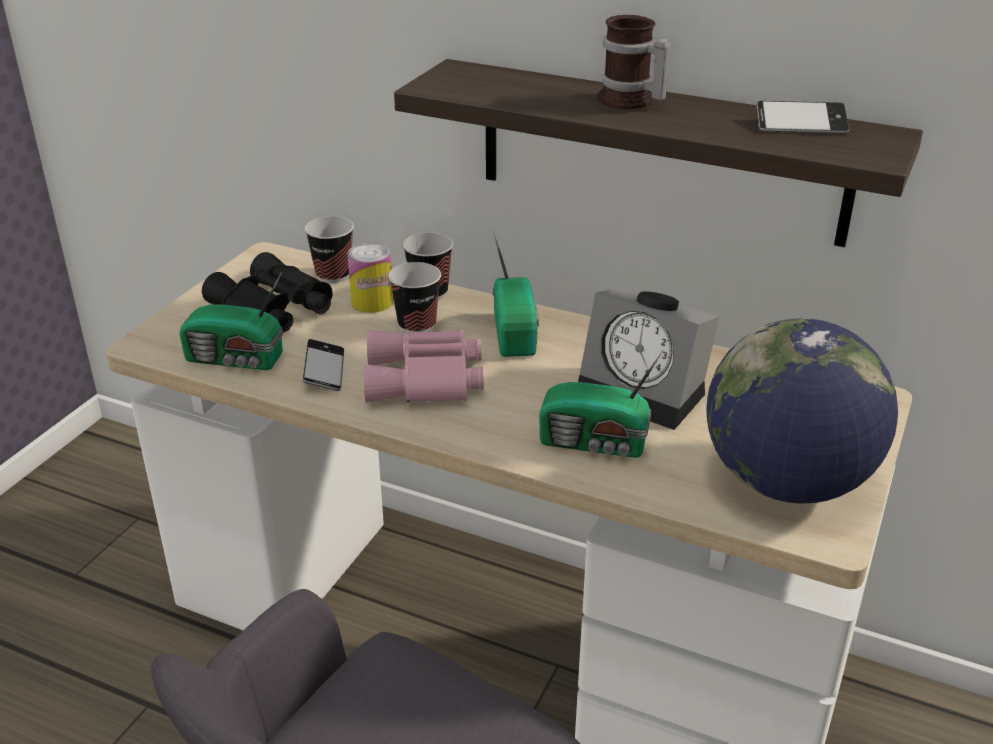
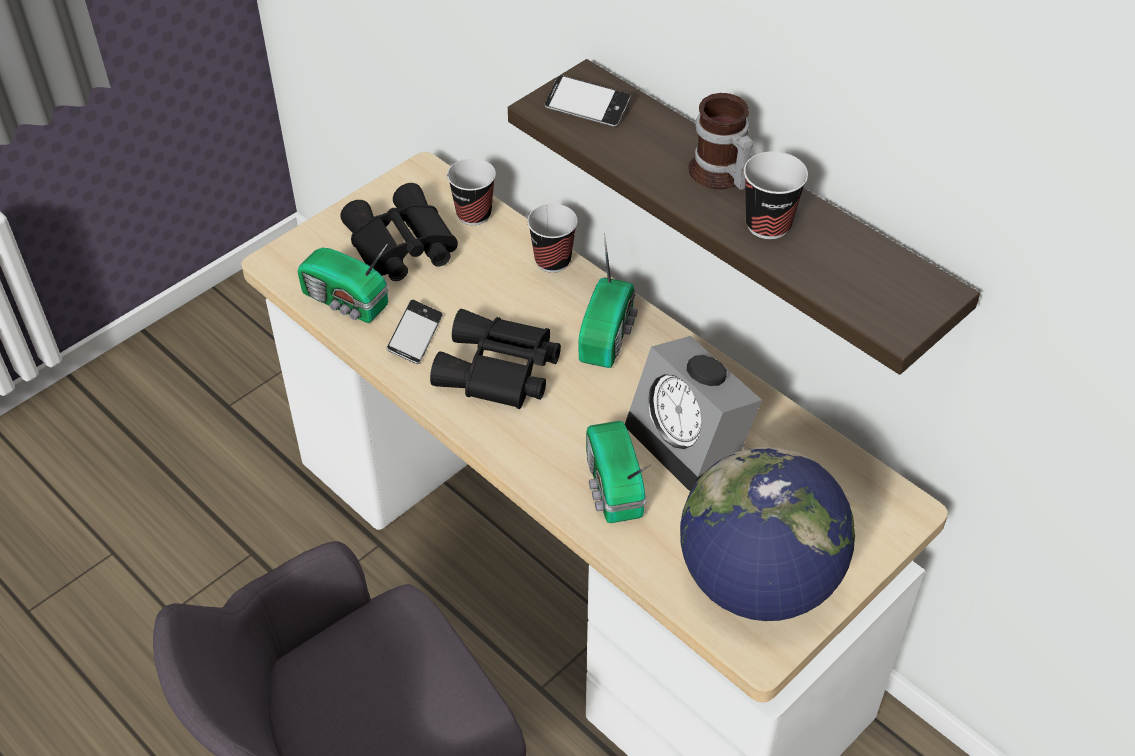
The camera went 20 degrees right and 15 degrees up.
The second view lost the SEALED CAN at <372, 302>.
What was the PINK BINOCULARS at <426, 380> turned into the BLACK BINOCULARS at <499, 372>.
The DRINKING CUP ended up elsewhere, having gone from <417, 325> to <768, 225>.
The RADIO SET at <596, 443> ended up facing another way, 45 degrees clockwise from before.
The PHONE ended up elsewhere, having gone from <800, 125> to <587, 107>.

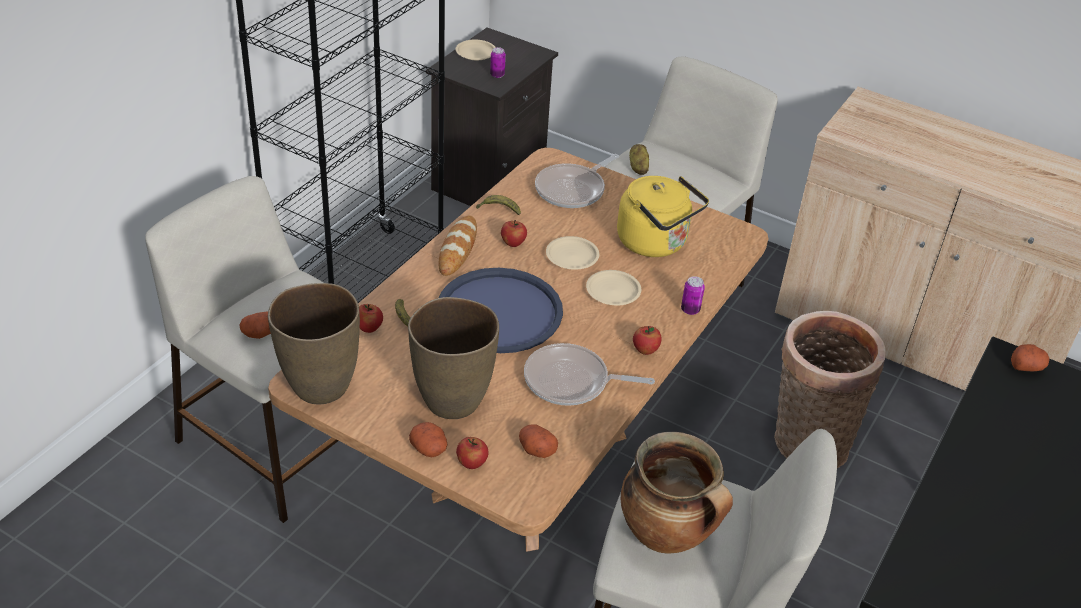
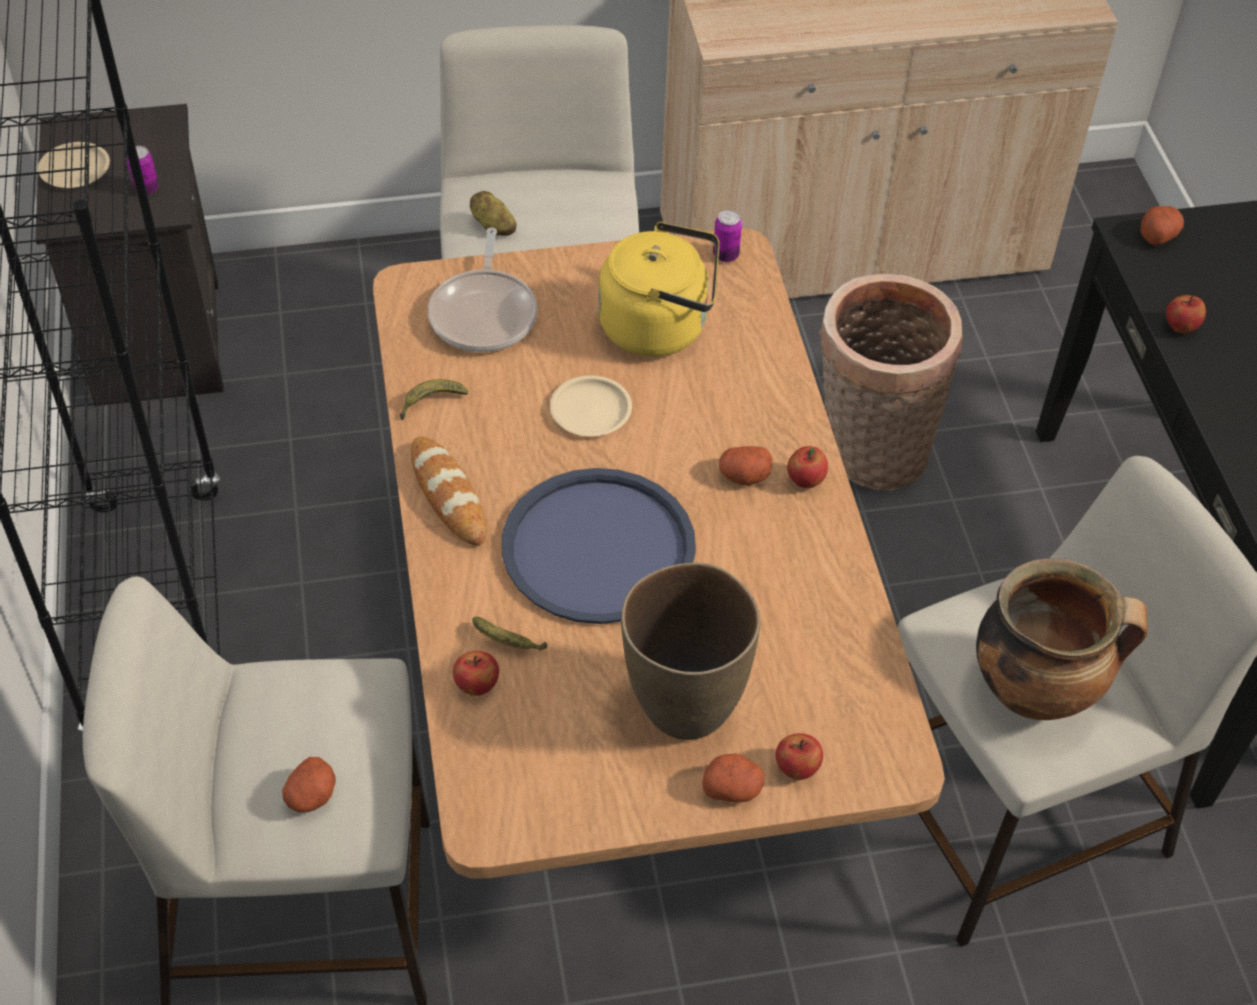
The camera went 40 degrees left and 10 degrees up.
The second view lost the BROWN VASE at <319, 386>.
The APPLE ended up elsewhere, having gone from <513, 243> to <1180, 327>.
The SPUD ended up elsewhere, having gone from <536, 449> to <744, 476>.
The second view lost the SKILLET at <571, 382>.
The second view lost the SAND-COLOURED PLATE at <612, 291>.
The SEALED CAN ended up elsewhere, having gone from <690, 310> to <725, 255>.

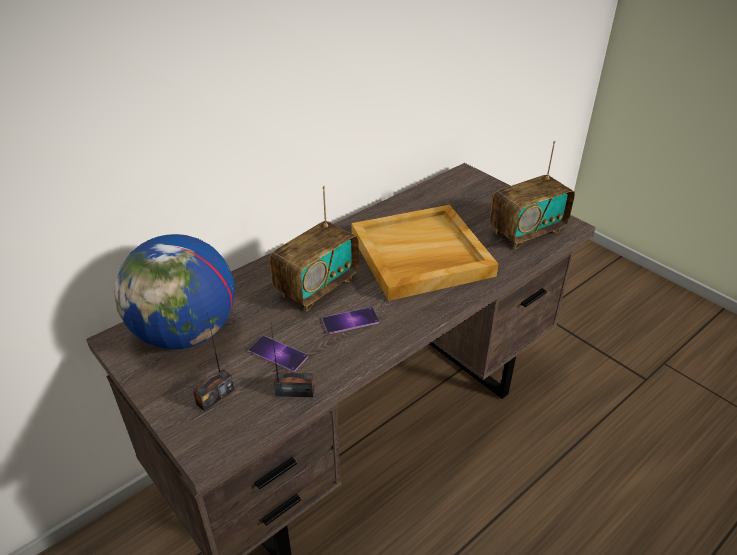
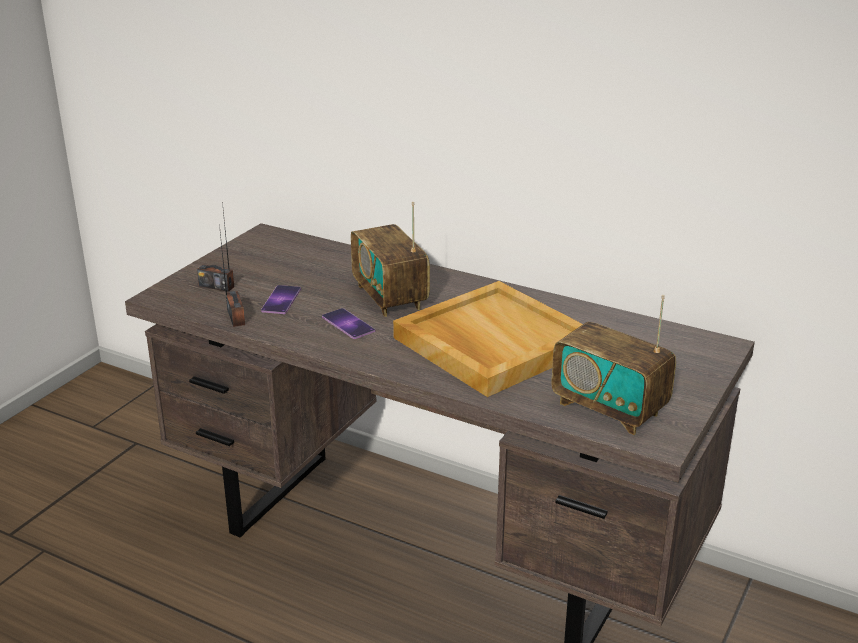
The camera went 70 degrees right and 10 degrees down.
The second view lost the DESK GLOBE at <186, 333>.
The RADIO SET at <317, 287> ended up facing another way, 45 degrees clockwise from before.

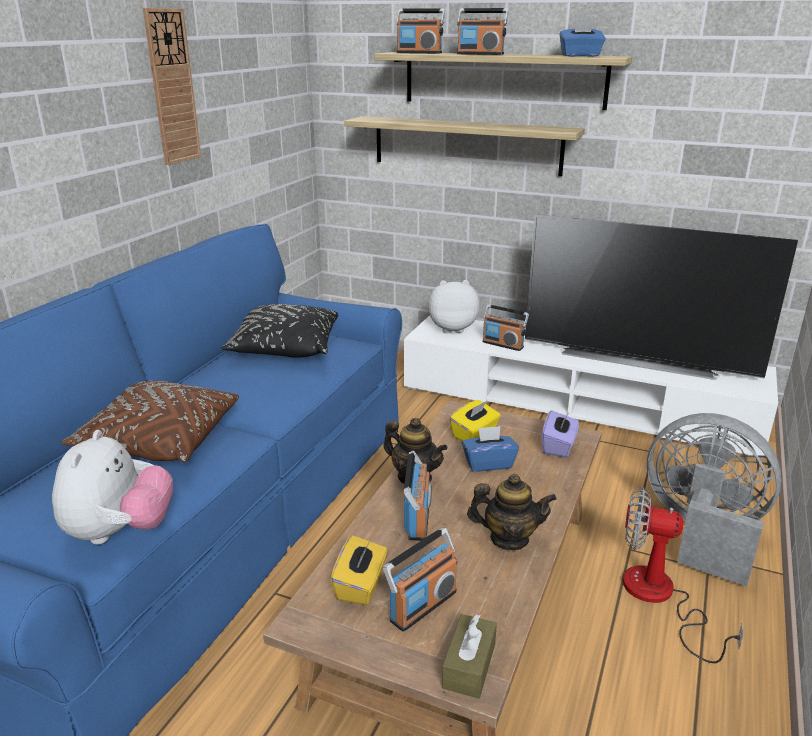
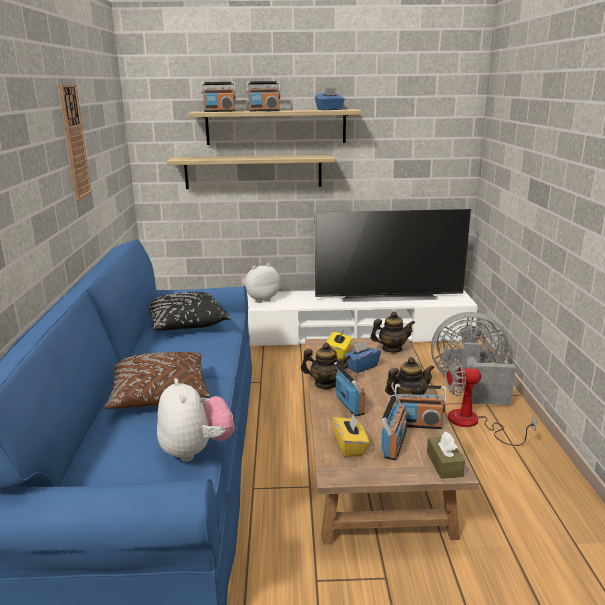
The camera went 25 degrees left and 5 degrees down.
The RADIO SET ended up elsewhere, having gone from <503, 344> to <418, 424>.
Where the PURPLE BOX OF TISSUES stood at <559, 446>, the POT FOR TEA came to stand at <391, 349>.

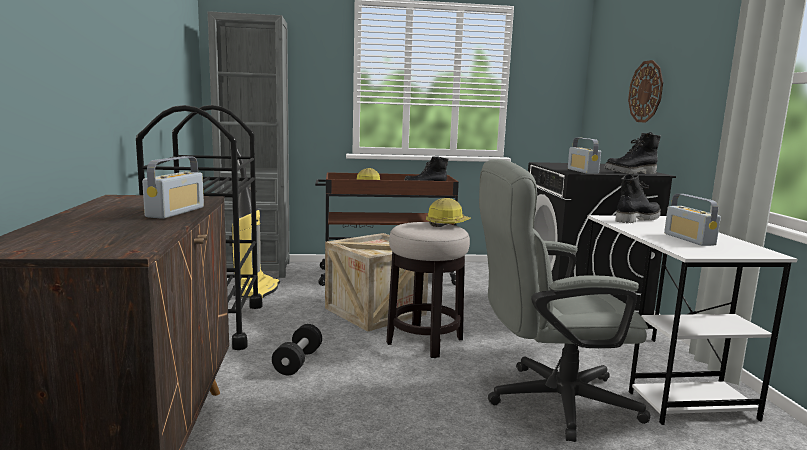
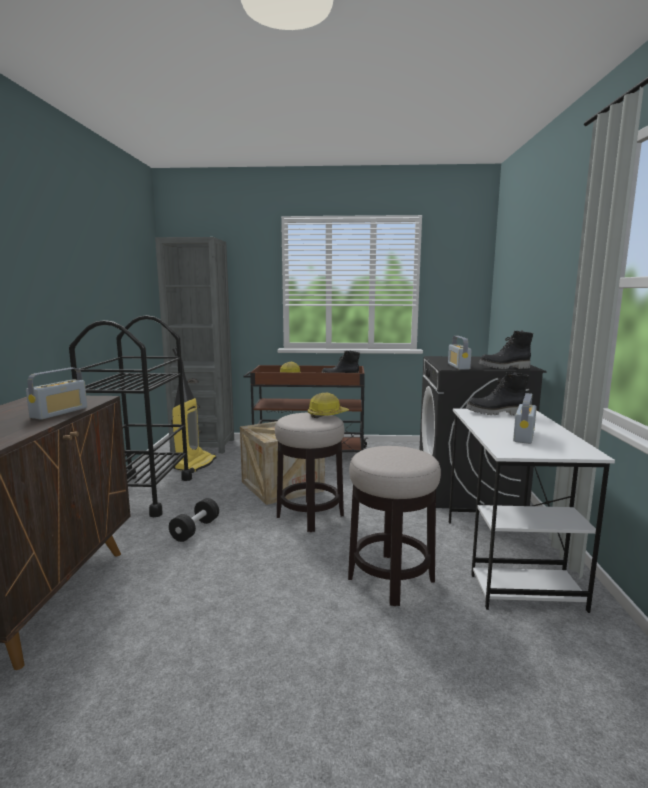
The camera went 10 degrees right and 0 degrees up.
Where the GREY OFFICE CHAIR stood at <548, 401>, the STOOL came to stand at <390, 579>.
The BLACK BOOT at <636, 219> ended up facing another way, 150 degrees counterclockwise from before.
The second view lost the HANGING CLOCK at <646, 91>.
The RADIO SET at <689, 239> ended up facing another way, 150 degrees counterclockwise from before.

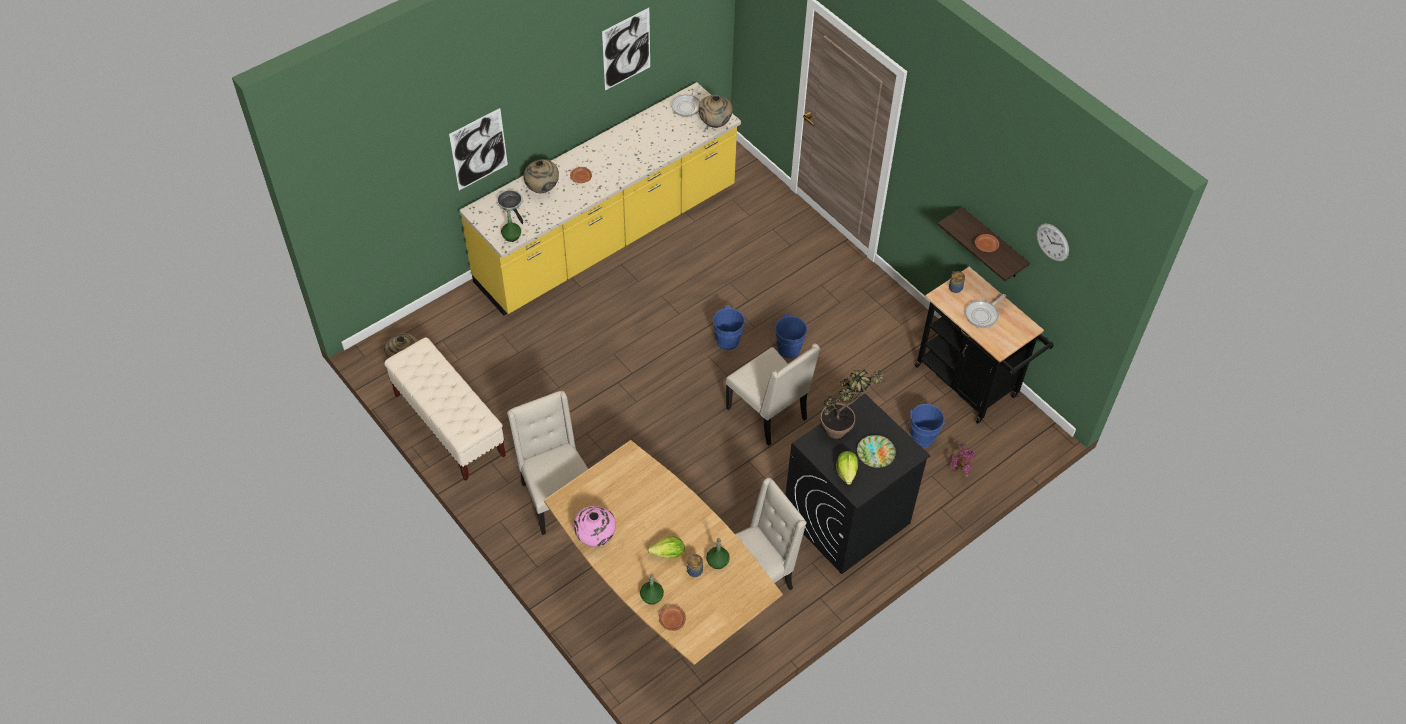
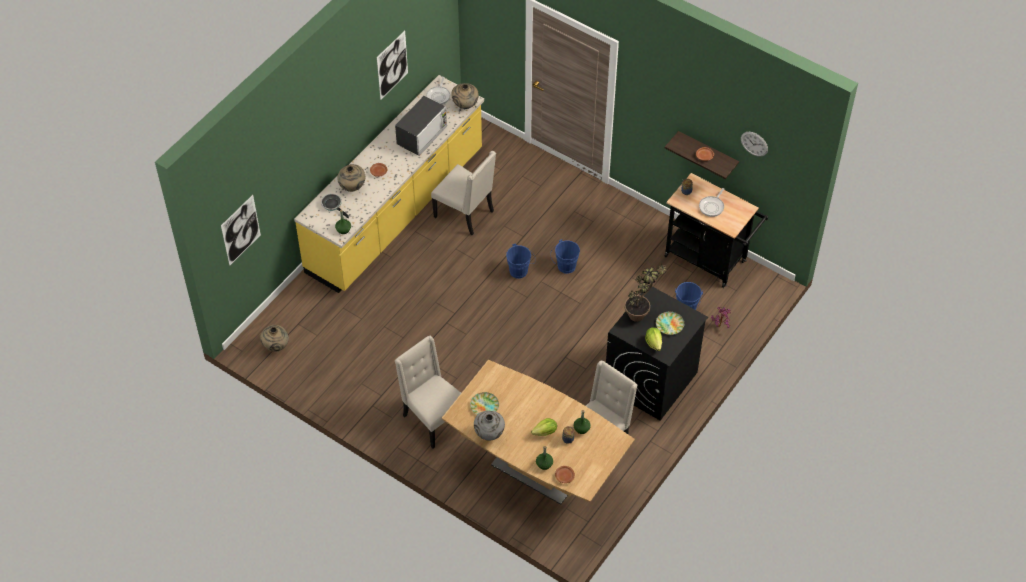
The camera went 15 degrees left and 0 degrees up.
The second view lost the SAND-COLOURED LONG SEAT at <449, 425>.
The PICTURE ended up elsewhere, having gone from <479, 149> to <241, 230>.
What was the PINK VASE at <596, 537> turned into the GREY VASE at <489, 434>.
The SAND-COLOURED UPRIGHT CHAIR ended up elsewhere, having gone from <769, 414> to <465, 214>.
The second view gained the KITCHEN MICROWAVE at <422, 135>.
The second view gained the PLATE at <484, 405>.

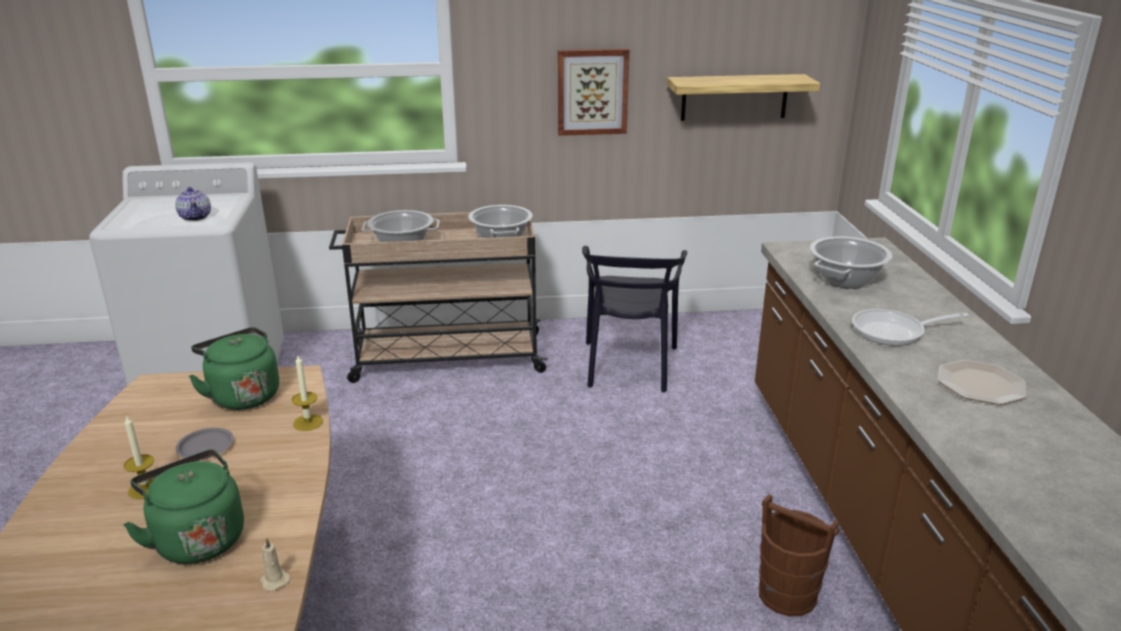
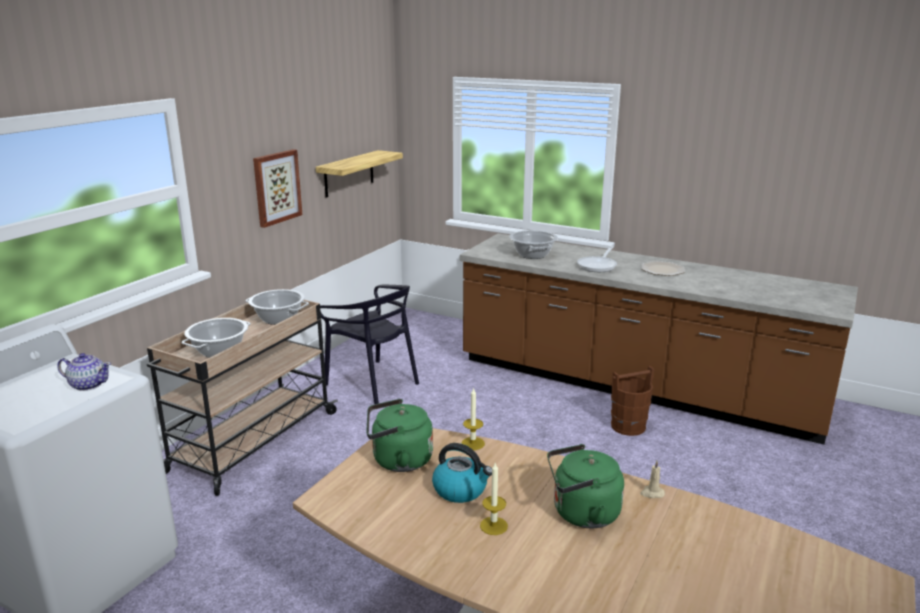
The camera went 55 degrees left and 5 degrees down.
Where the GREY PLATE stood at <206, 447>, the TEA KETTLE came to stand at <461, 490>.

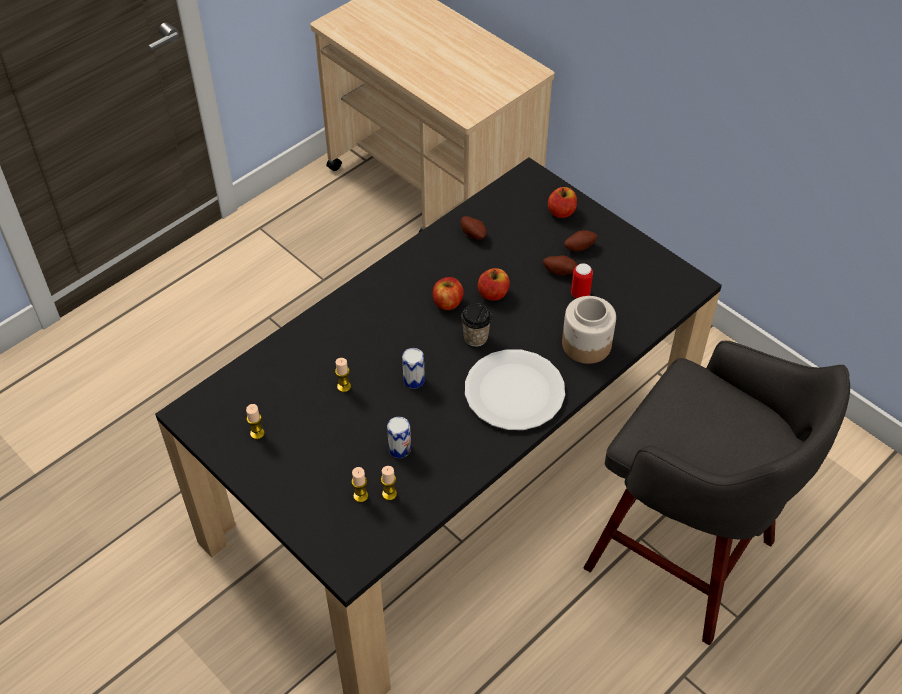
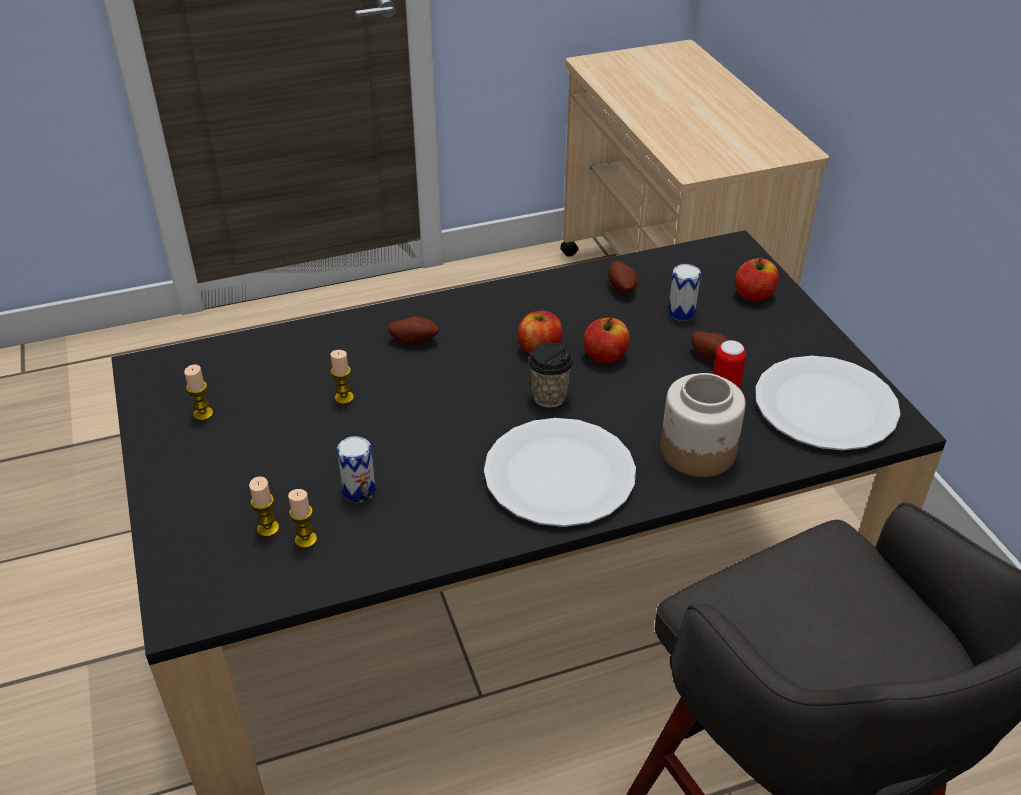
The camera went 25 degrees right and 10 degrees down.
The SEALED CAN ended up elsewhere, having gone from <414, 380> to <681, 313>.
The SPUD ended up elsewhere, having gone from <579, 246> to <414, 340>.
The second view gained the WHITISH PLATE at <825, 405>.

